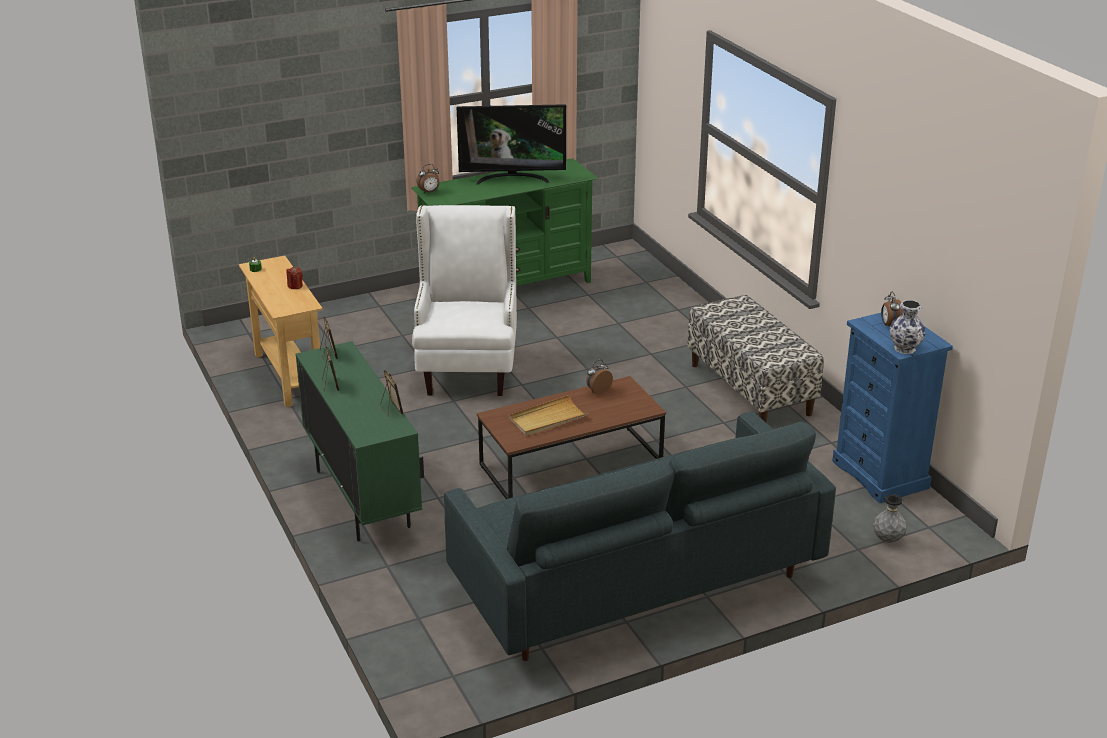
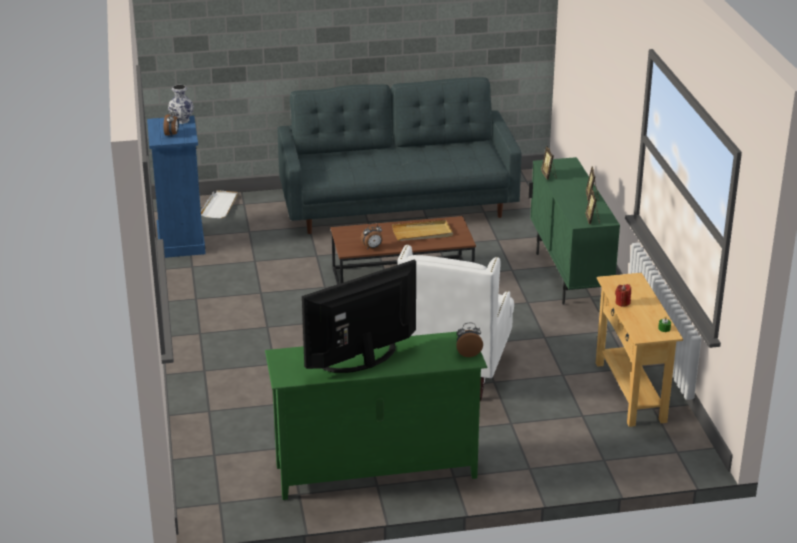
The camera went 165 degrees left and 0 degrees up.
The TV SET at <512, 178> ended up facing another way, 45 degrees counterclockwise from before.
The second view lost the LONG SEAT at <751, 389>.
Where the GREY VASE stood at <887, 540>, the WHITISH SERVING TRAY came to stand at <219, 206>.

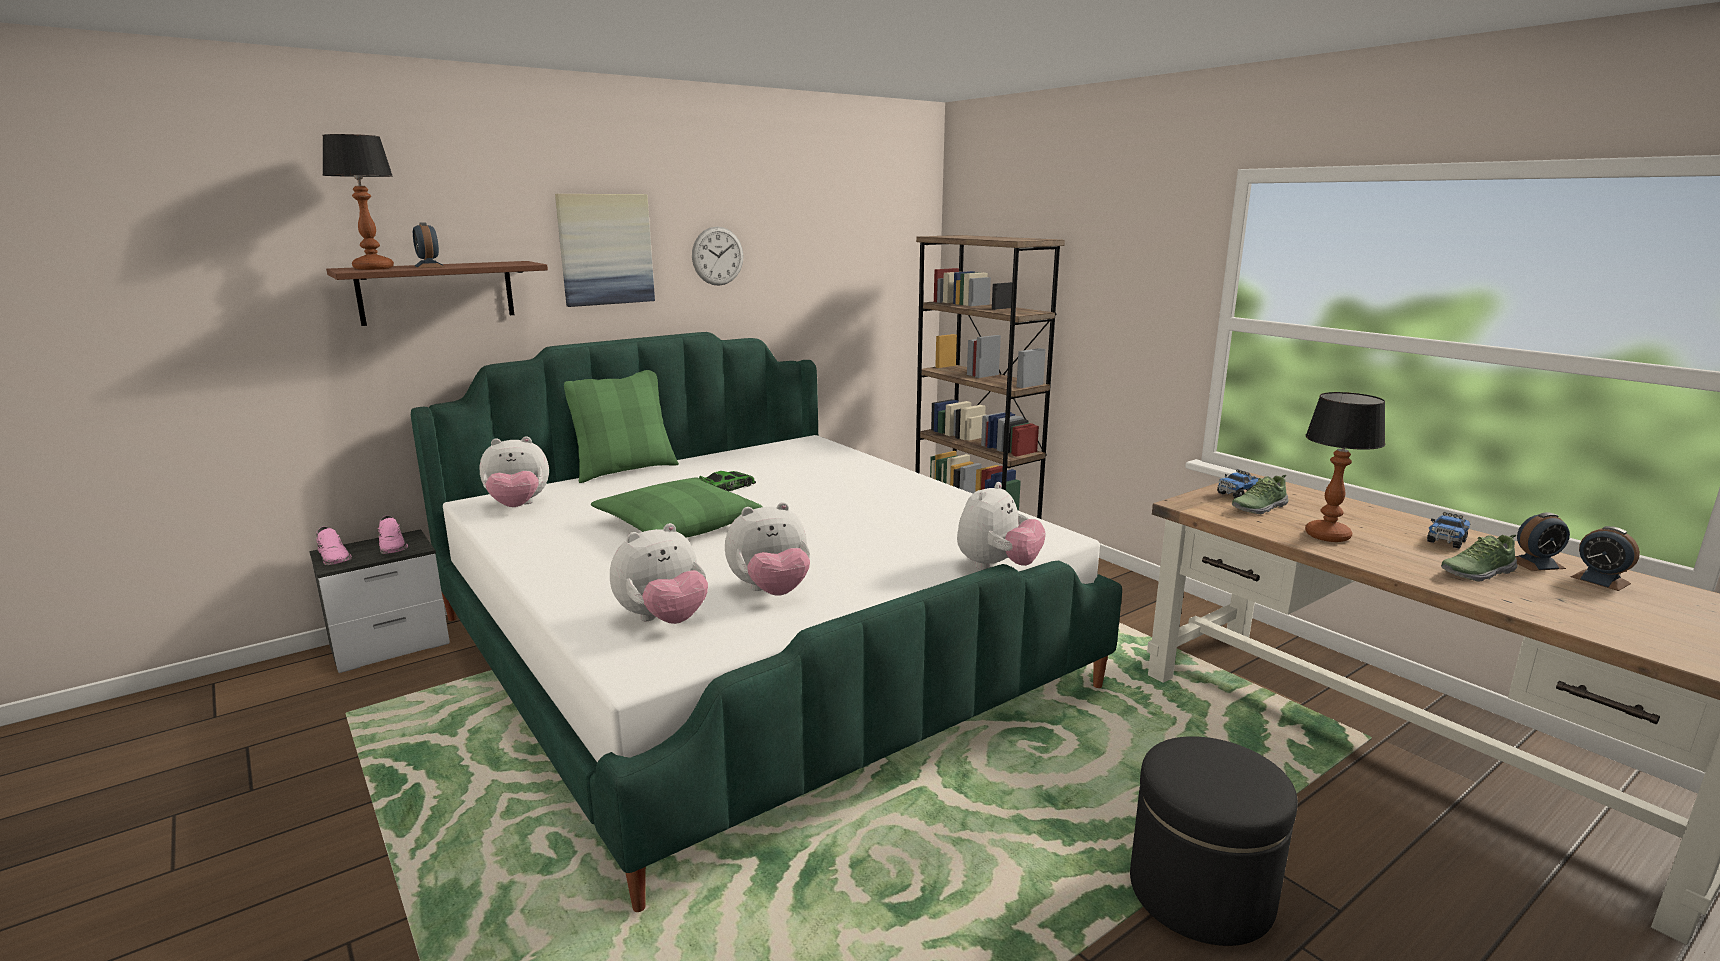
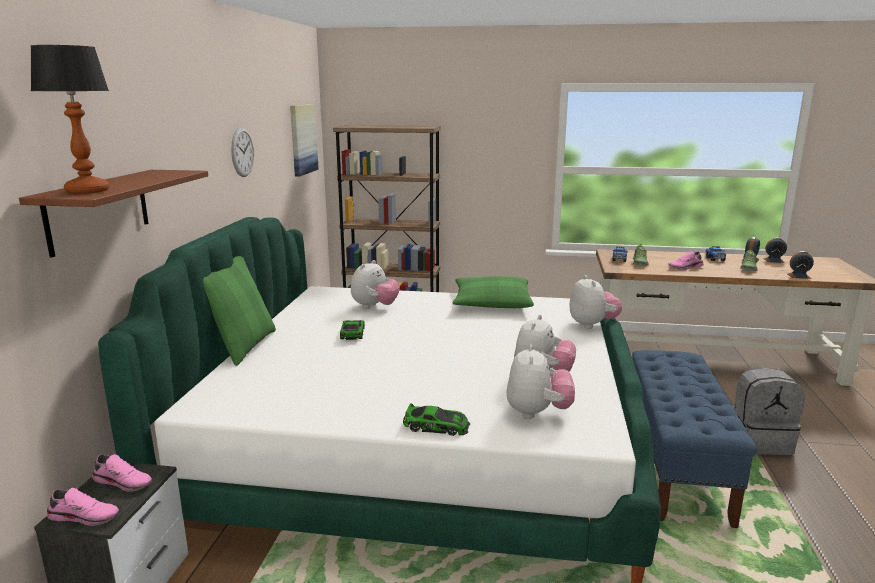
The camera went 45 degrees left and 0 degrees up.
The ALARM CLOCK ended up elsewhere, having gone from <429, 266> to <799, 276>.
The CUDDLY TOY ended up elsewhere, having gone from <518, 506> to <374, 307>.
The PICTURE ended up elsewhere, having gone from <605, 249> to <302, 139>.
The GREEN CUSHION ended up elsewhere, having gone from <677, 524> to <492, 303>.
Where the BLACK FOOTREST stood at <1200, 892>, the GREY RUCKSACK came to stand at <759, 442>.
Where the TABLETOP LAMP stood at <1328, 536>, the PINK SHOE came to stand at <686, 268>.
The second view gained the MODEL CAR at <436, 426>.
The second view gained the BLUISH LONG SEAT at <675, 465>.

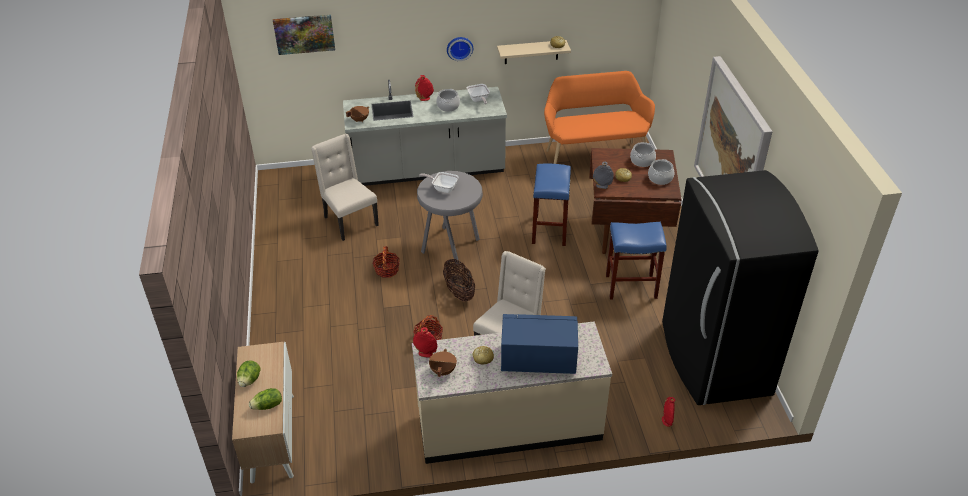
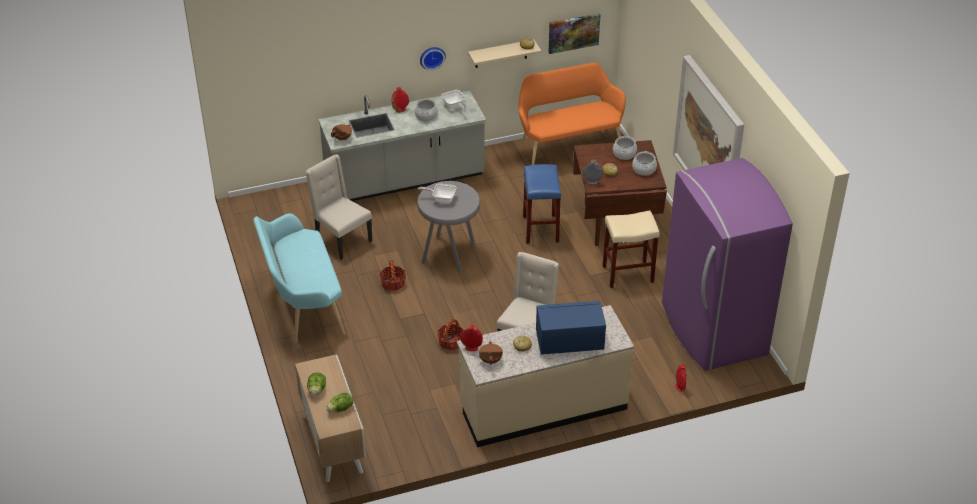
The camera went 10 degrees left and 0 degrees up.
The PICTURE ended up elsewhere, having gone from <304, 34> to <573, 32>.
The second view lost the STORAGE BASKET at <459, 292>.
What was the BLUISH STOOL at <630, 287> turned into the SAND-COLOURED STOOL at <627, 274>.
What was the BLACK REFRIGERATOR at <713, 359> turned into the PURPLE REFRIGERATOR at <712, 330>.
The second view gained the TURQUOISE LONG SEAT at <302, 304>.

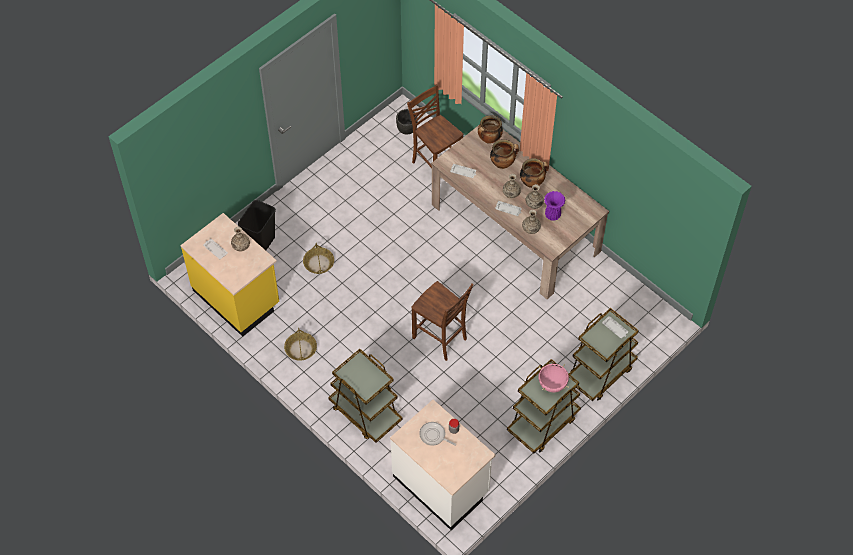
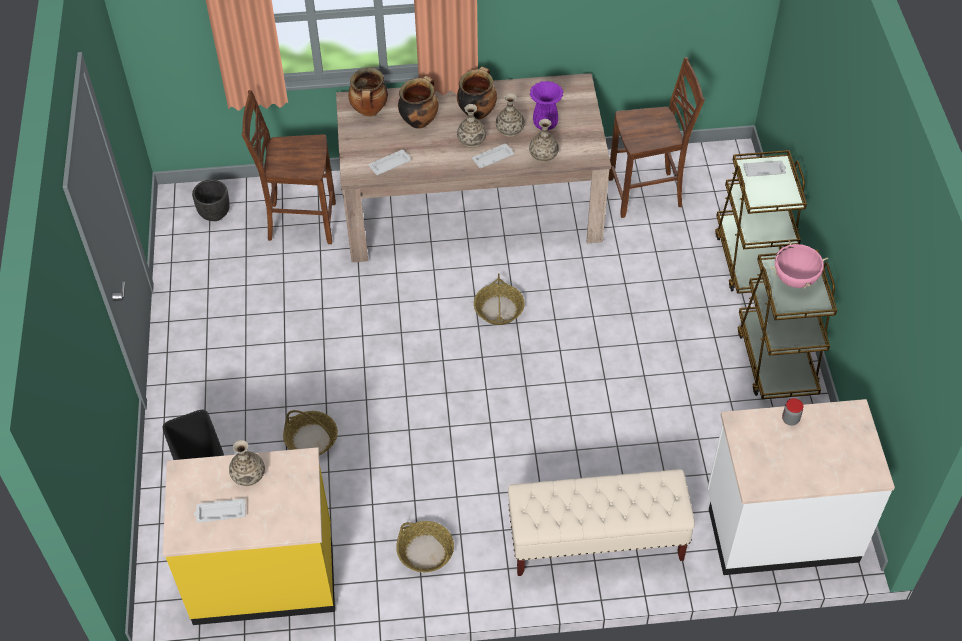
The camera went 50 degrees left and 5 degrees down.
Where the BROWN CART stood at <365, 412>, the SAND-COLOURED LONG SEAT came to stand at <596, 541>.
The BROWN UPRIGHT CHAIR ended up elsewhere, having gone from <440, 339> to <647, 194>.
The second view lost the SKILLET at <434, 436>.
The second view gained the STORAGE BASKET at <498, 309>.

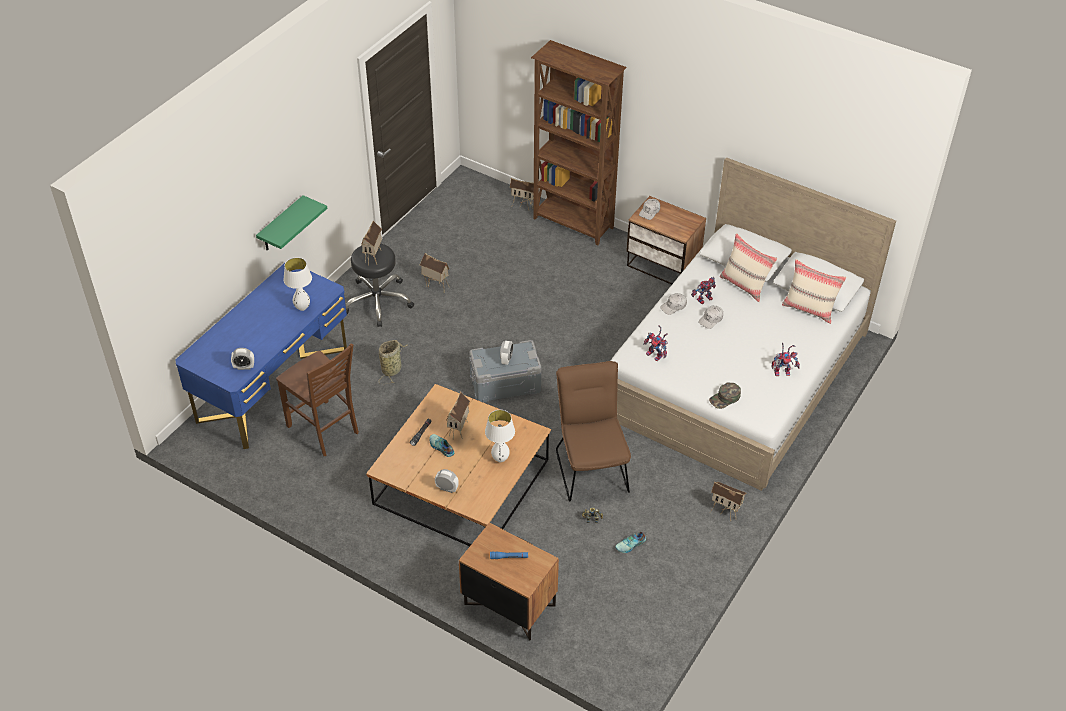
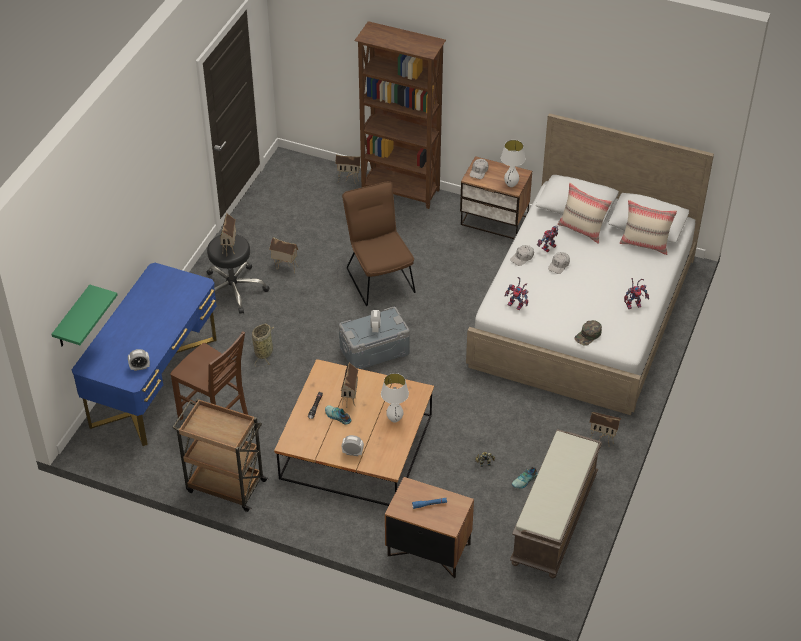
The camera went 10 degrees left and 0 degrees up.
The GREEN BRACKET SHELF ended up elsewhere, having gone from <281, 225> to <72, 318>.
The WHITISH TABLETOP LAMP ended up elsewhere, having gone from <302, 308> to <511, 185>.
The BROWN UPRIGHT CHAIR ended up elsewhere, having gone from <590, 466> to <378, 277>.
The second view gained the BROWN CART at <224, 485>.
The second view gained the BROWN LONG SEAT at <555, 520>.

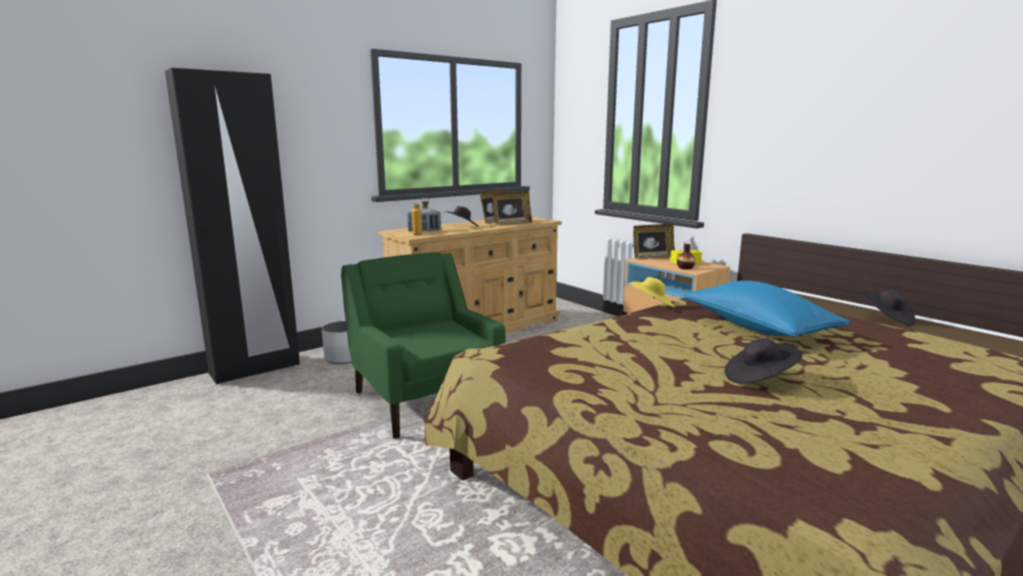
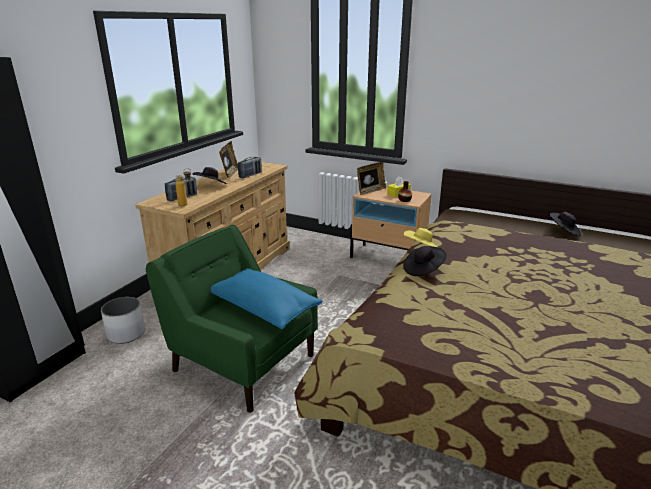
The camera went 25 degrees left and 10 degrees up.
Where the STANDING FRAME stood at <511, 224>, the RADIO SET came to stand at <250, 175>.
The BLUISH CUSHION ended up elsewhere, having gone from <758, 328> to <263, 309>.
The BLACK WEARABLE HAT ended up elsewhere, having gone from <759, 379> to <423, 270>.

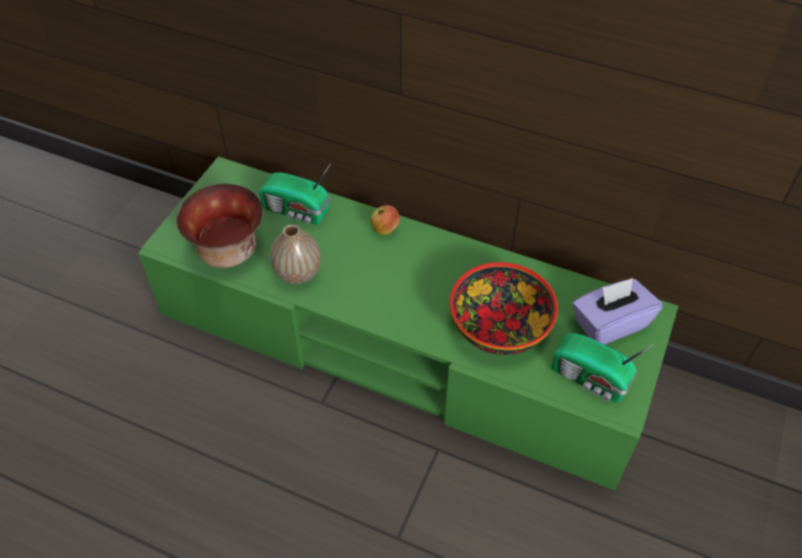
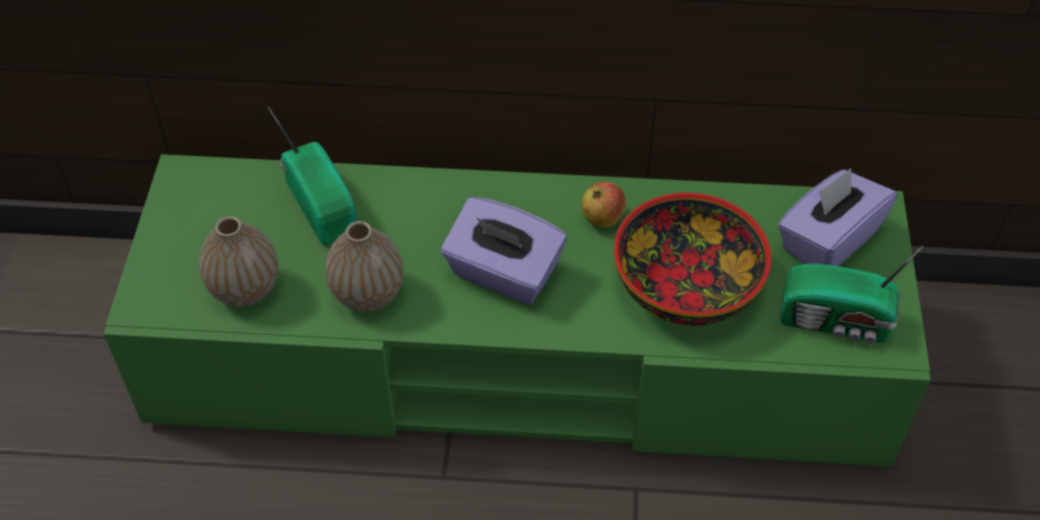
The camera went 20 degrees left and 0 degrees up.
Where the DEEP DISH stood at <228, 250>, the VASE came to stand at <245, 290>.
The RADIO SET at <297, 211> ended up facing another way, 120 degrees counterclockwise from before.
The APPLE ended up elsewhere, having gone from <385, 229> to <602, 218>.
The second view gained the PURPLE BOX OF TISSUES at <503, 273>.

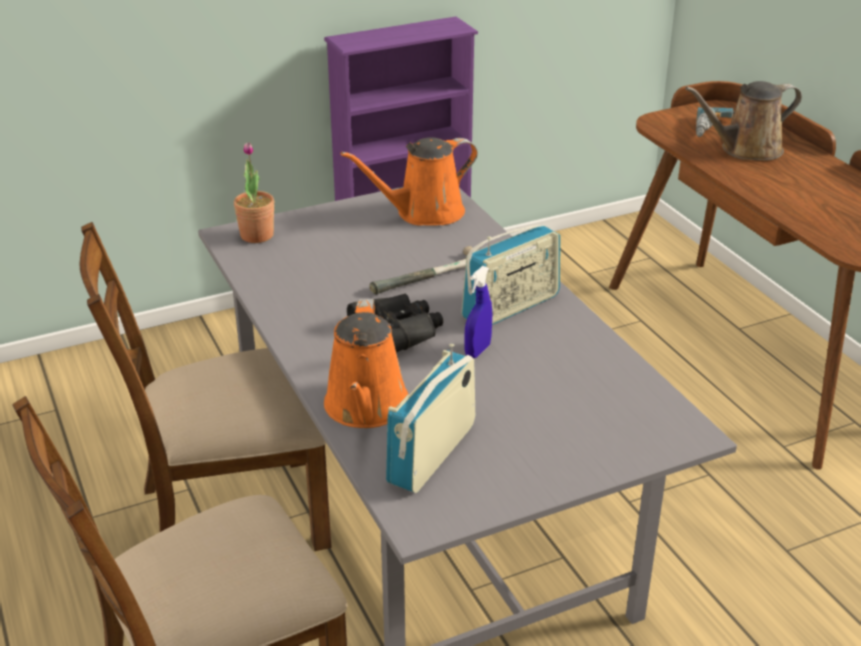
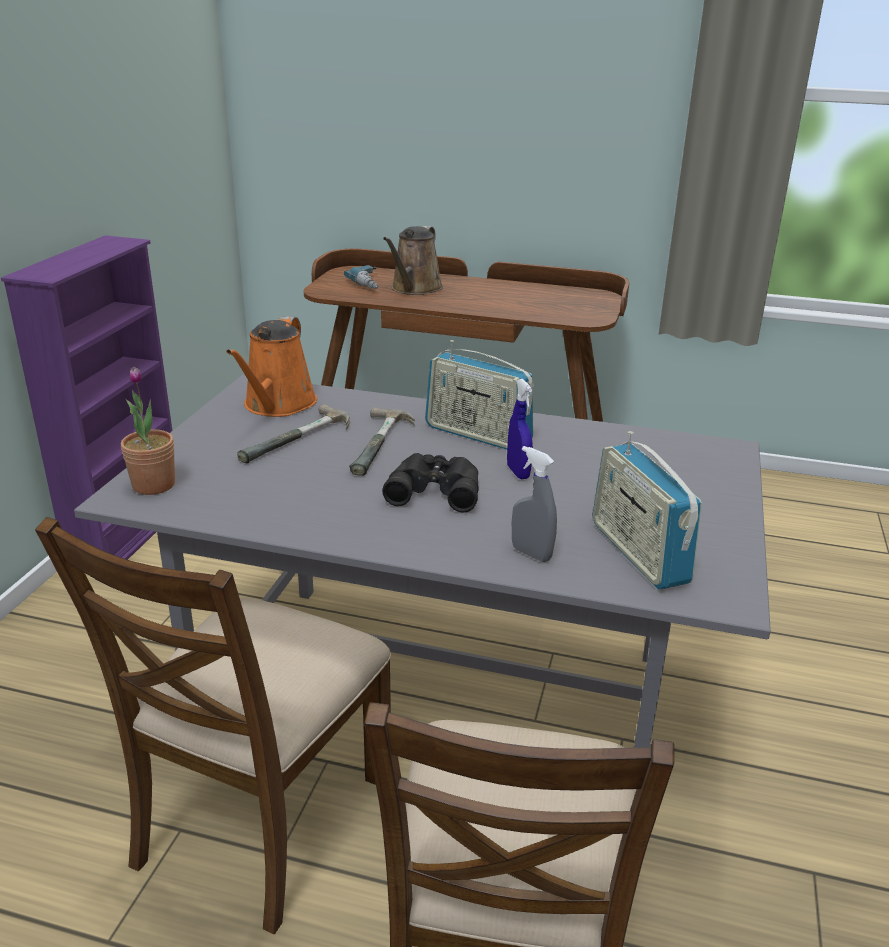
The camera went 50 degrees left and 5 degrees down.
Where the ORANGE WATERING POT stood at <366, 408>, the GREY HAND SPRAYER came to stand at <531, 553>.
The RADIO SET at <511, 307> ended up facing another way, 120 degrees clockwise from before.
The second view gained the HAND HAMMER at <300, 441>.

